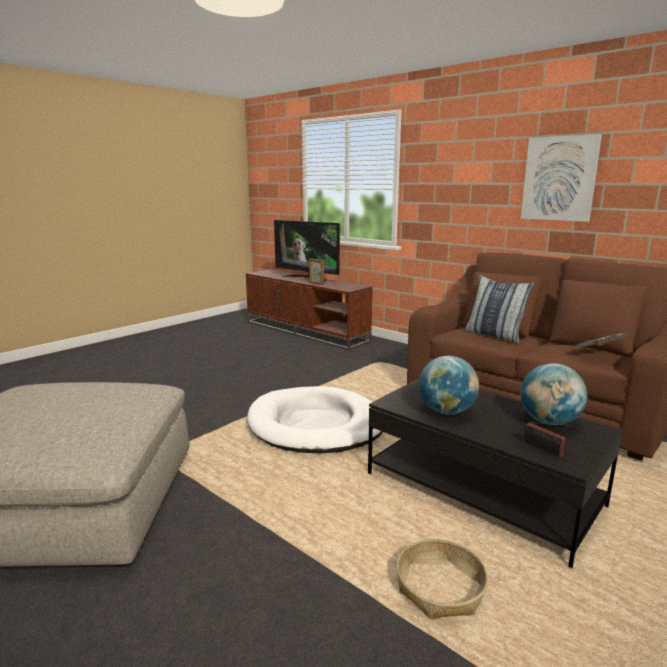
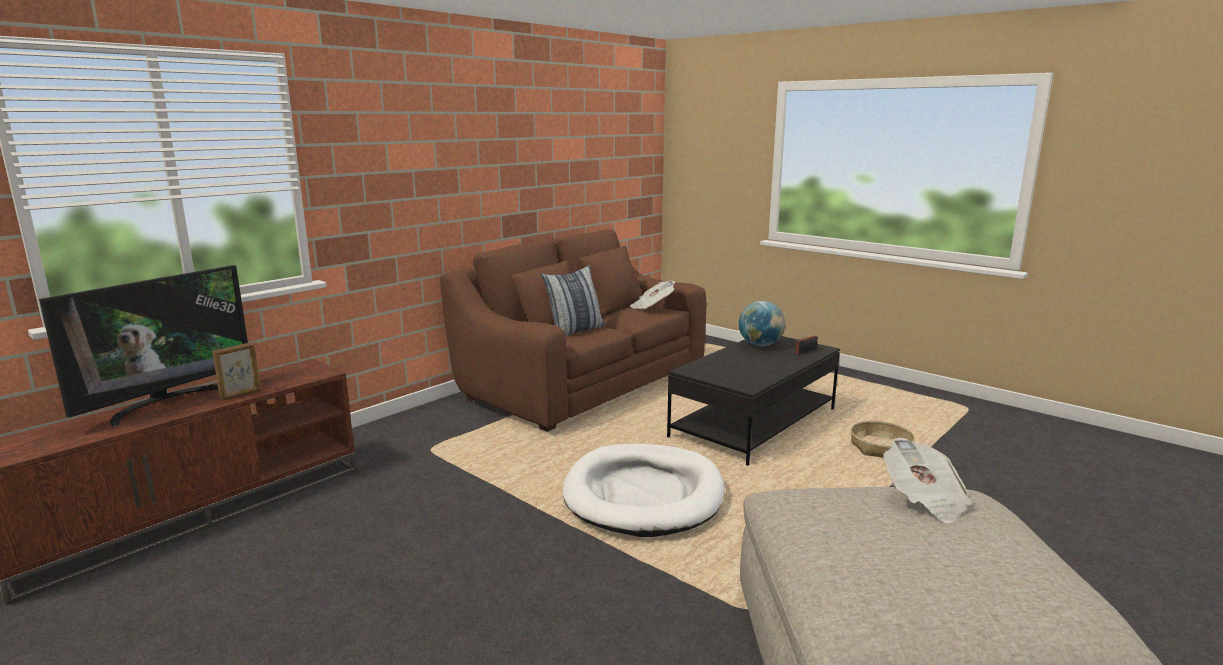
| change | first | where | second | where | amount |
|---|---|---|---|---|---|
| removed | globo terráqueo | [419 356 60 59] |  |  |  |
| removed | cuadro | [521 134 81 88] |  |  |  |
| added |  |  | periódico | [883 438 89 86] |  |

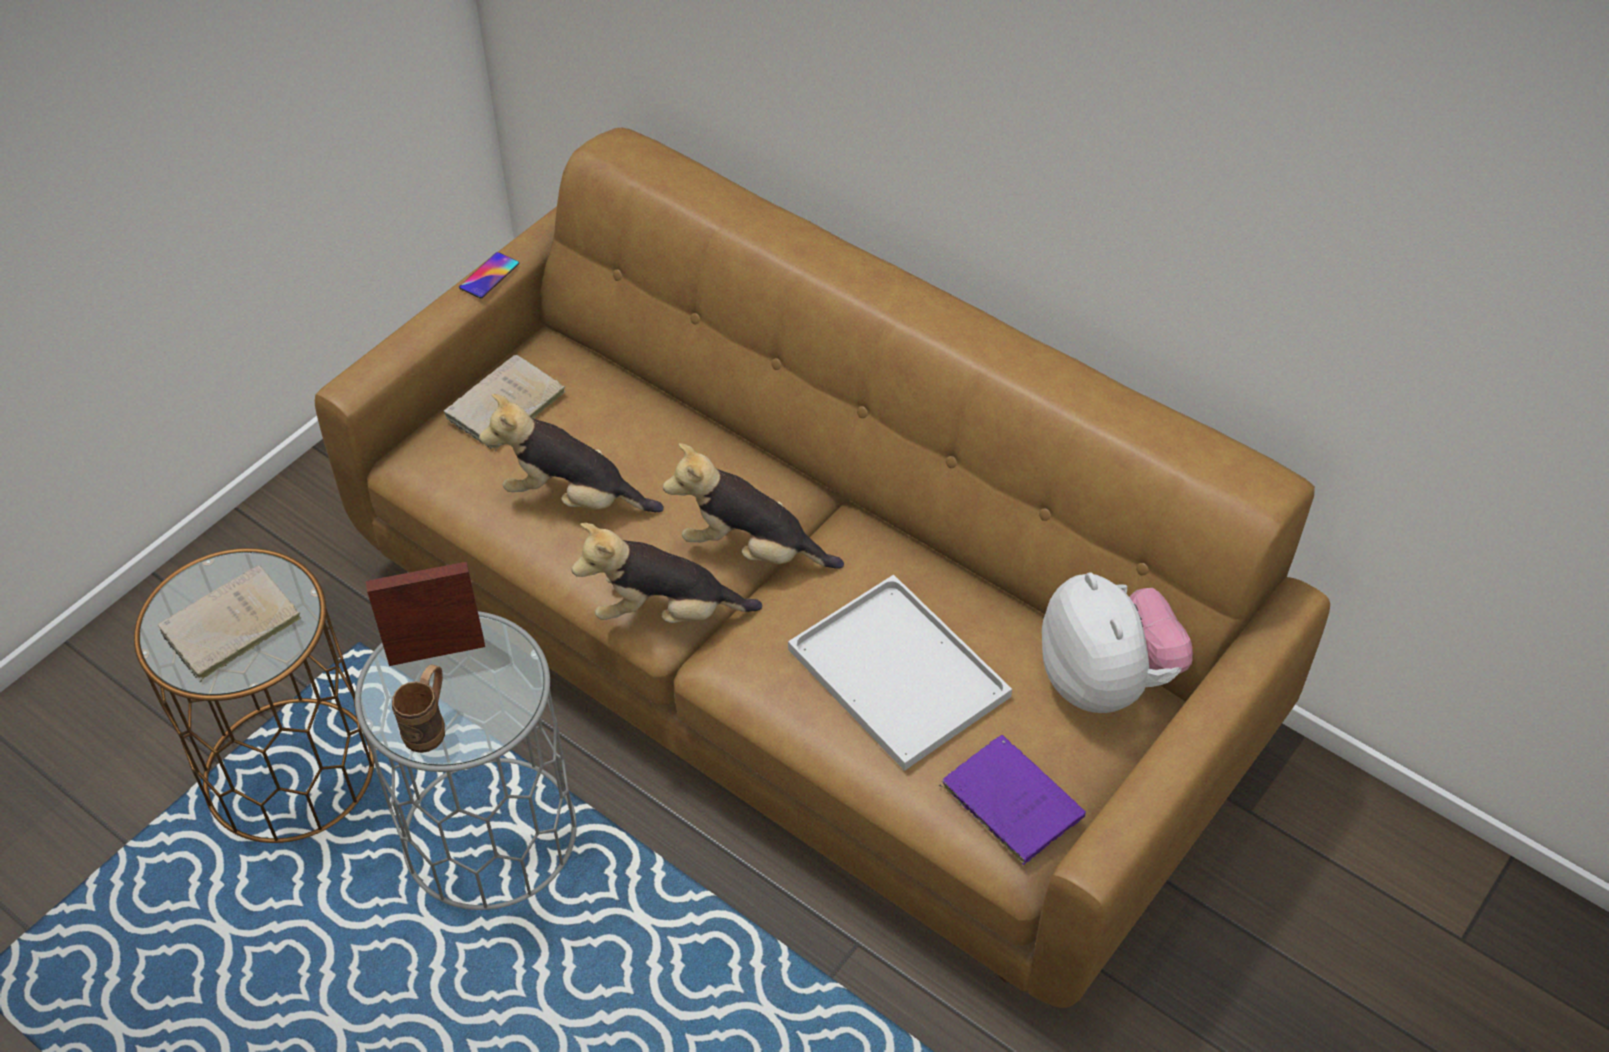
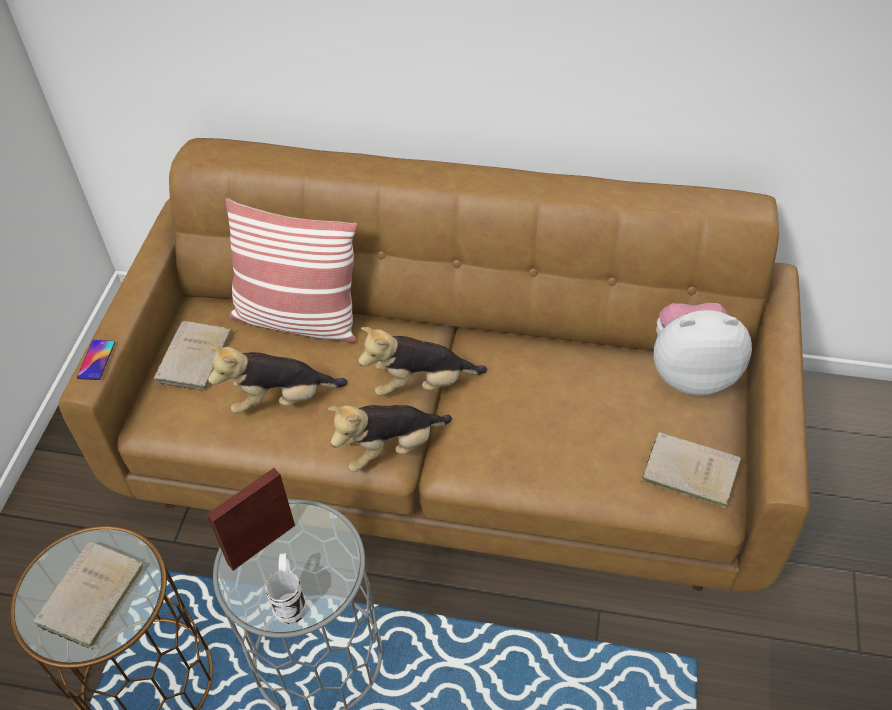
| change | first | where | second | where | amount |
|---|---|---|---|---|---|
| removed | bandeja [blanco] | [788 575 224 196] |  |  |  |
| added |  |  | cojín | [225 198 133 145] |  |
| moved | móvil | [459 252 60 46] |  | [77 340 38 40] |  |
| recoloured | taza grande [marrón] | [392 664 53 89] | taza grande [blanco] | [266 553 41 71] |  |
| recoloured | libro [morado] | [938 735 148 130] | libro [beis] | [641 432 100 76] |  |
| turned | peluche | [1042 572 151 141] |  | [653 303 99 93] | 45 degrees counterclockwise |

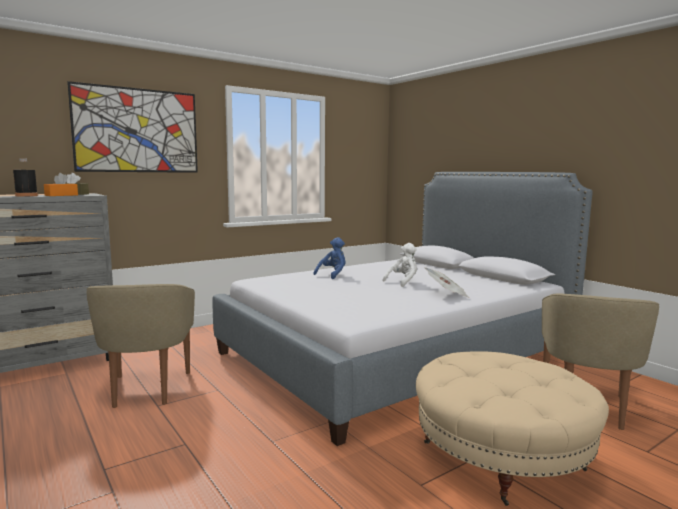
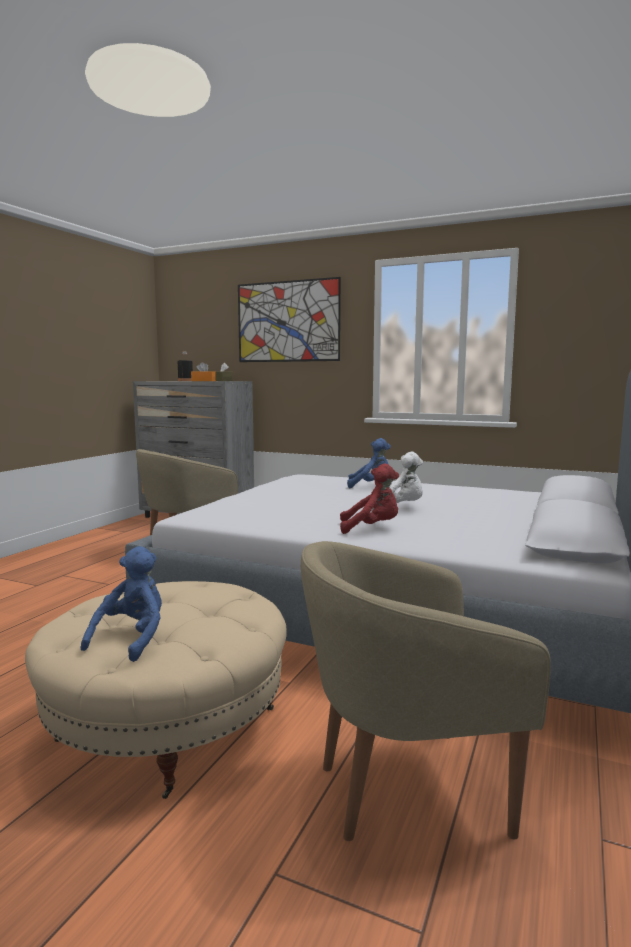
| change | first | where | second | where | amount |
|---|---|---|---|---|---|
| added |  |  | peluche [azul] | [81 546 81 116] |  |
| replaced | periódico | [424 267 45 31] | peluche [rojo] | [340 464 59 70] |  |

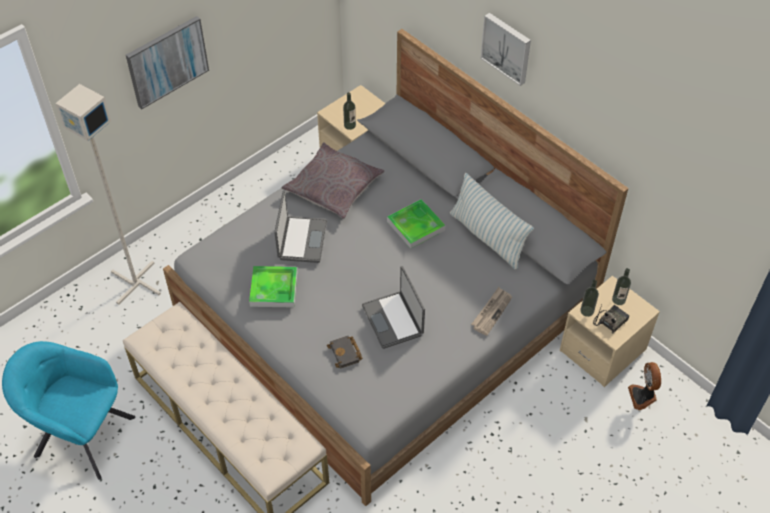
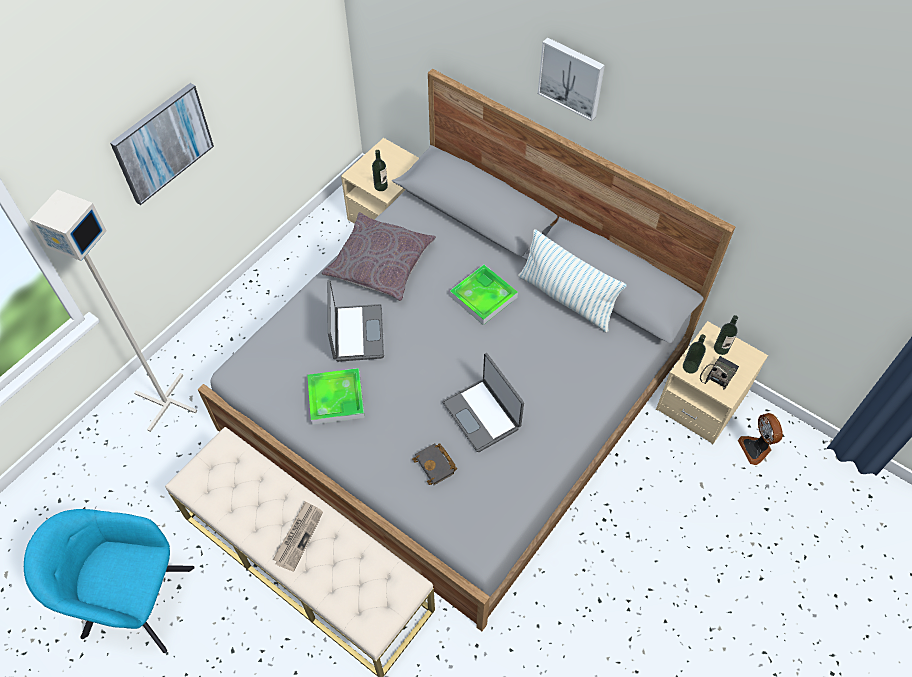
| change | first | where | second | where | amount |
|---|---|---|---|---|---|
| moved | periódico | [471 287 41 49] |  | [273 501 50 71] |  |

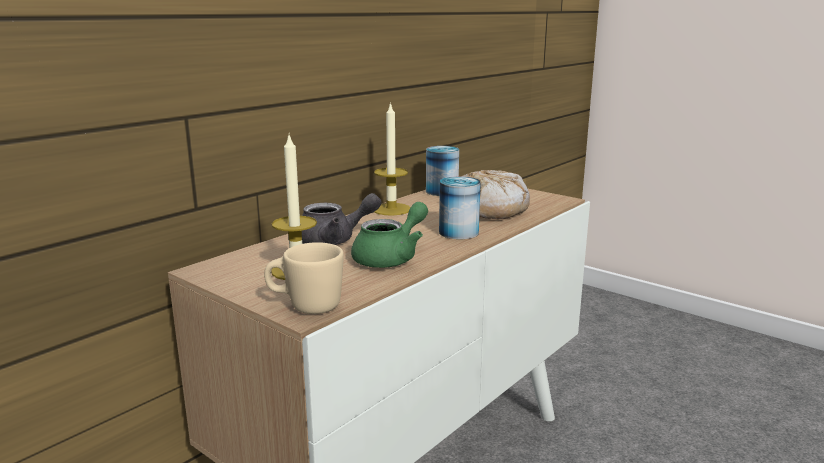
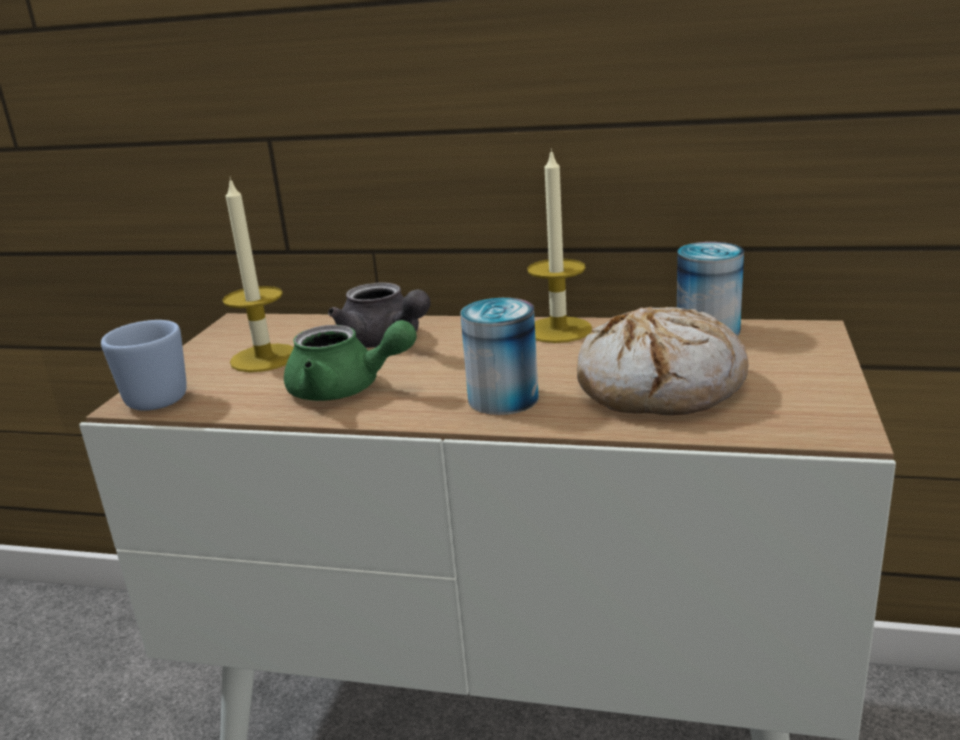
| change | first | where | second | where | amount |
|---|---|---|---|---|---|
| recoloured | taza grande [beis] | [264 242 80 72] | taza grande [azul] | [101 320 86 91] |  |

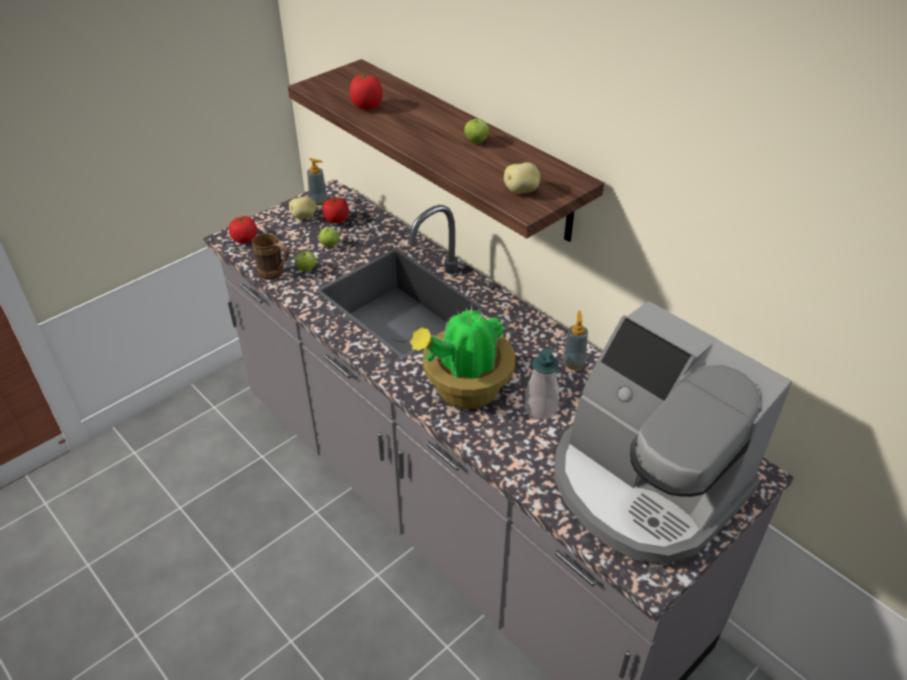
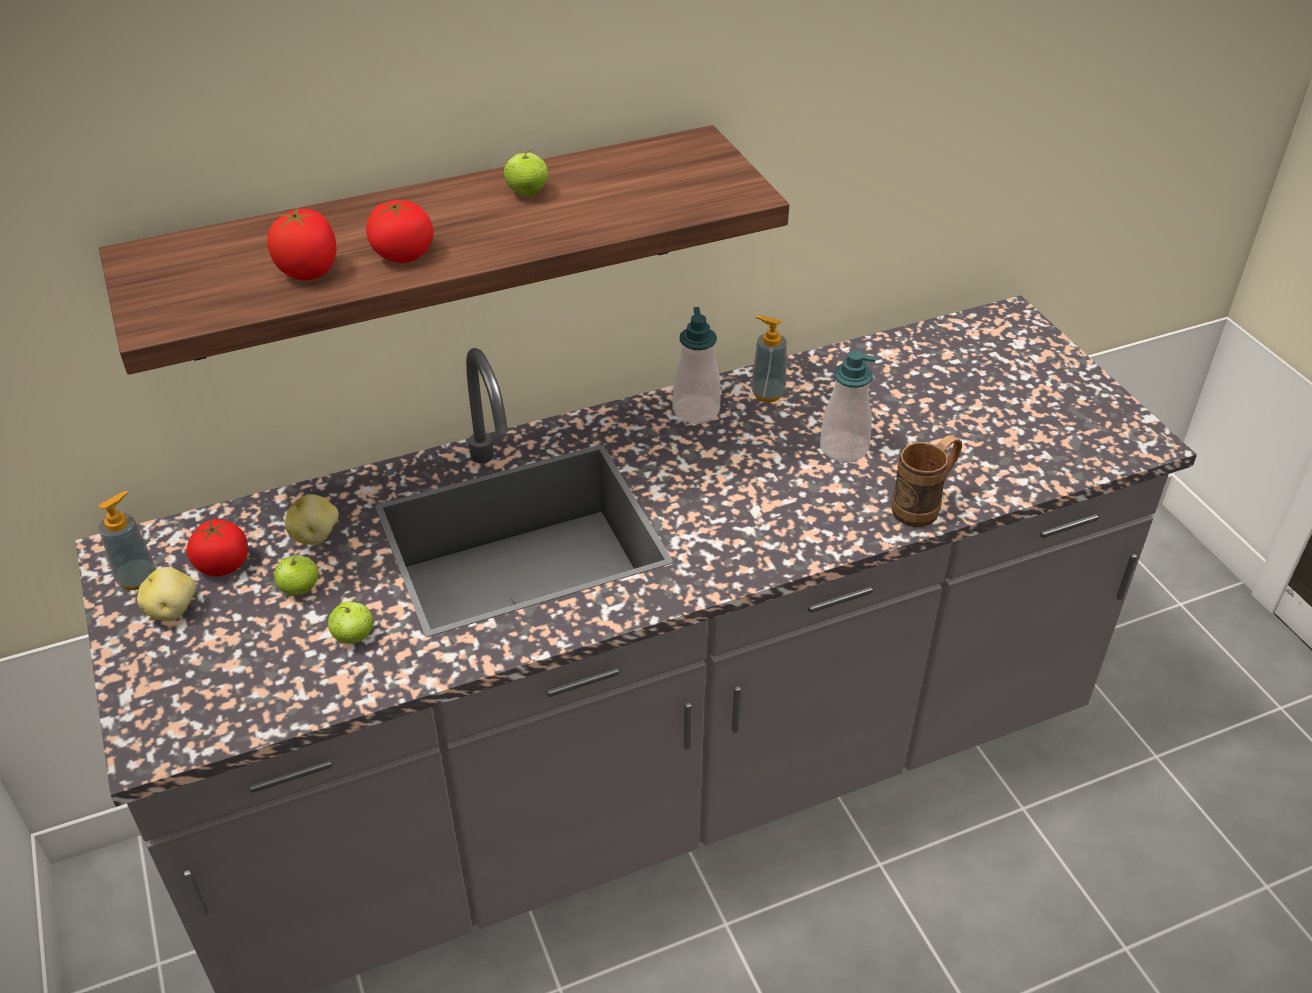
| change | first | where | second | where | amount |
|---|---|---|---|---|---|
| removed | planta en maceta | [410 305 105 104] |  |  |  |
| removed | cafetera | [554 301 238 264] |  |  |  |
| added |  |  | dispensador de jabón | [672 307 49 117] |  |
| moved | tomate | [229 216 28 27] |  | [366 199 68 64] |  |
| moved | taza grande [marrón] | [252 233 37 47] |  | [892 435 70 92] |  |
| moved | patata | [504 162 36 32] |  | [285 494 54 51] |  |

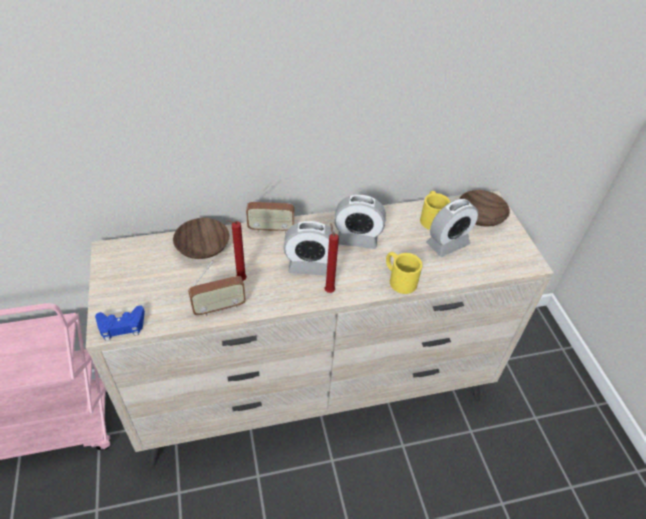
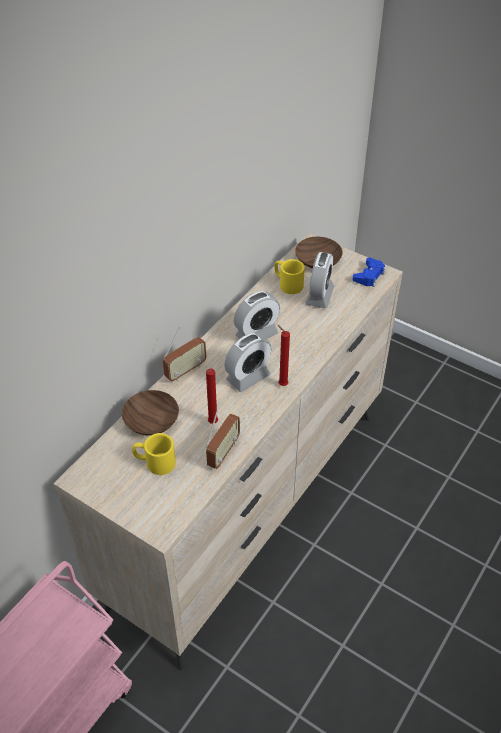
| change | first | where | second | where | amount |
|---|---|---|---|---|---|
| moved | mando de consola [azul] | [95 305 50 36] |  | [352 258 33 29] |  |
| moved | taza grande [amarillo] | [386 252 37 42] |  | [132 433 44 42] |  |

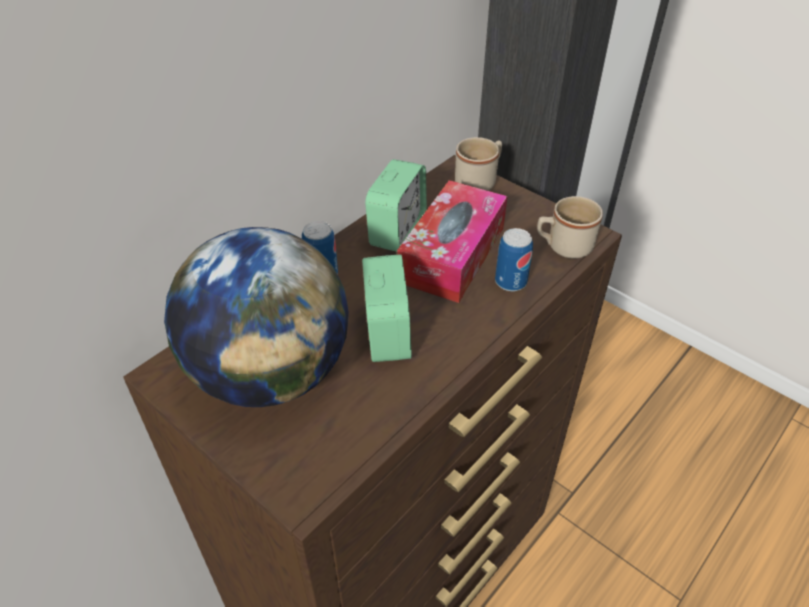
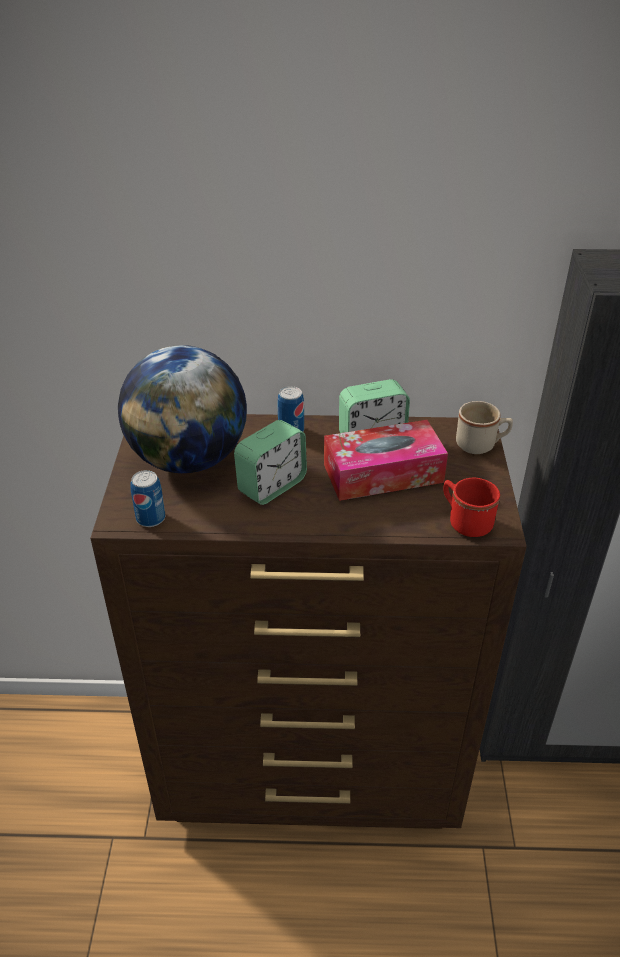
| change | first | where | second | where | amount |
|---|---|---|---|---|---|
| moved | lata | [495 228 38 63] |  | [130 470 35 57] |  |
| recoloured | taza grande [beis] | [537 196 66 63] | taza grande [rojo] | [443 478 57 59] |  |

